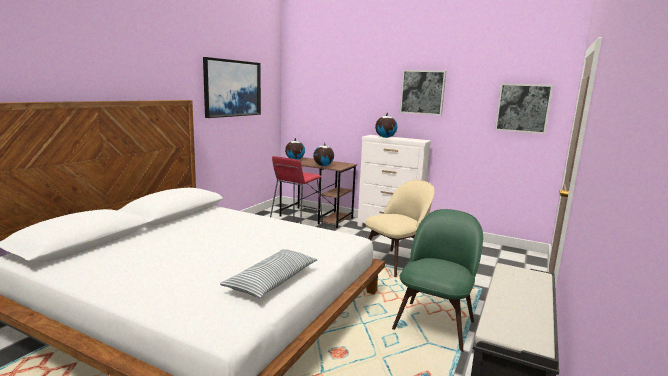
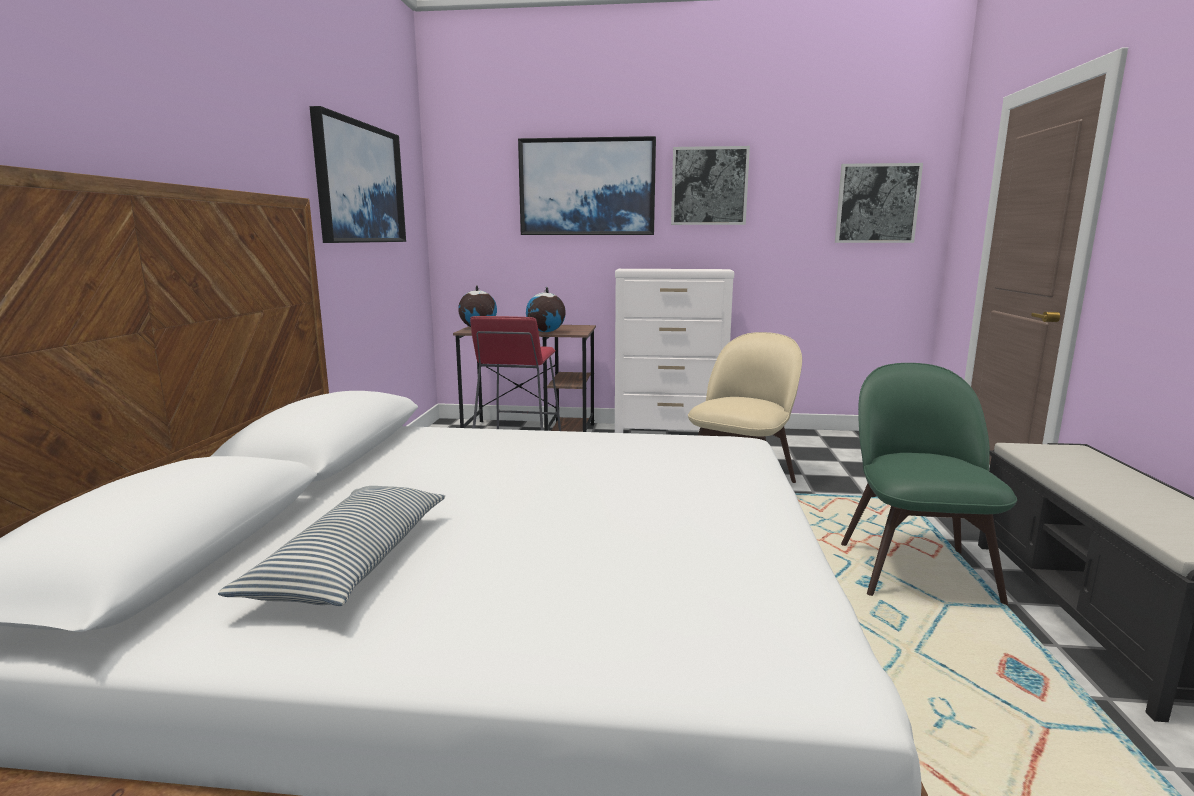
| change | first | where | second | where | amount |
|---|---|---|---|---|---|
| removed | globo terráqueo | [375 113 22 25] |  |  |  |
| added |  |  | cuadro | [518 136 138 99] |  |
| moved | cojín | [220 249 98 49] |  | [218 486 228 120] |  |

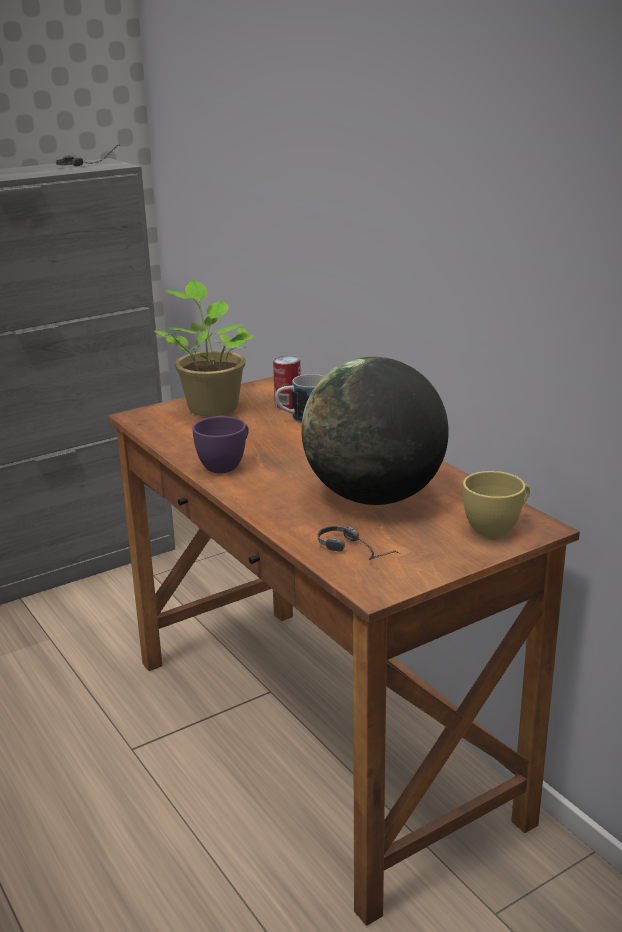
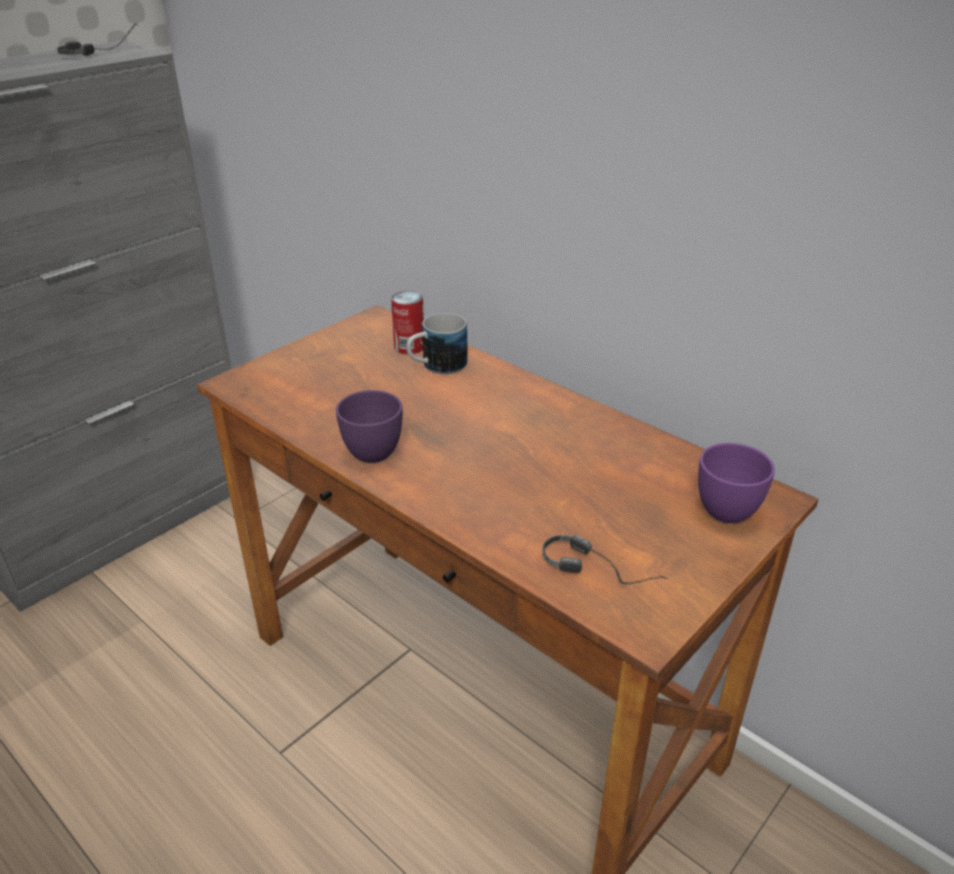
| change | first | where | second | where | amount |
|---|---|---|---|---|---|
| removed | planta en maceta | [154 280 101 137] |  |  |  |
| removed | globo terráqueo | [301 357 148 148] |  |  |  |
| recoloured | taza [amarillo] | [463 471 67 67] | taza [morado] | [698 443 77 80] |  |

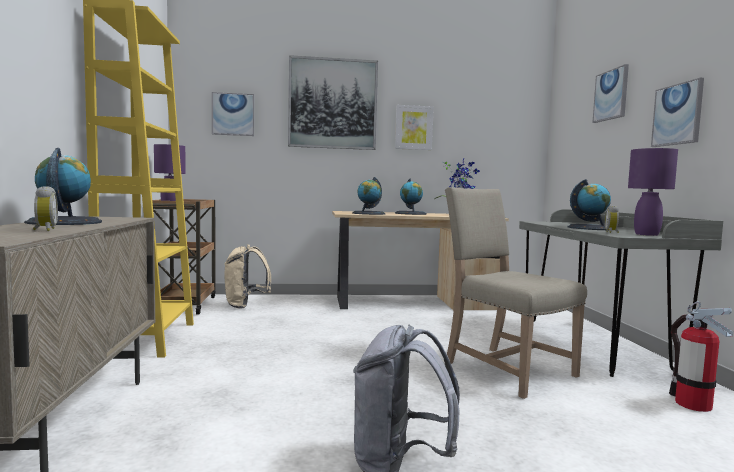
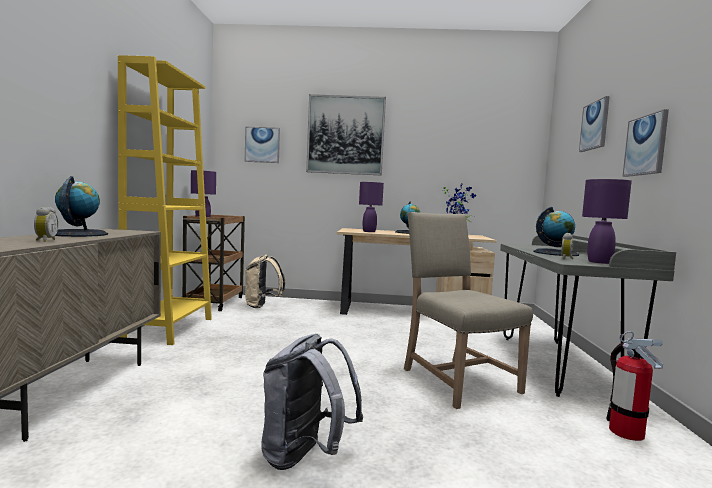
| change | first | where | second | where | amount |
|---|---|---|---|---|---|
| removed | cuadro | [395 105 39 45] |  |  |  |
| replaced | globo terráqueo | [352 177 34 38] | lámpara de mesa [morado] | [359 182 25 50] |  |

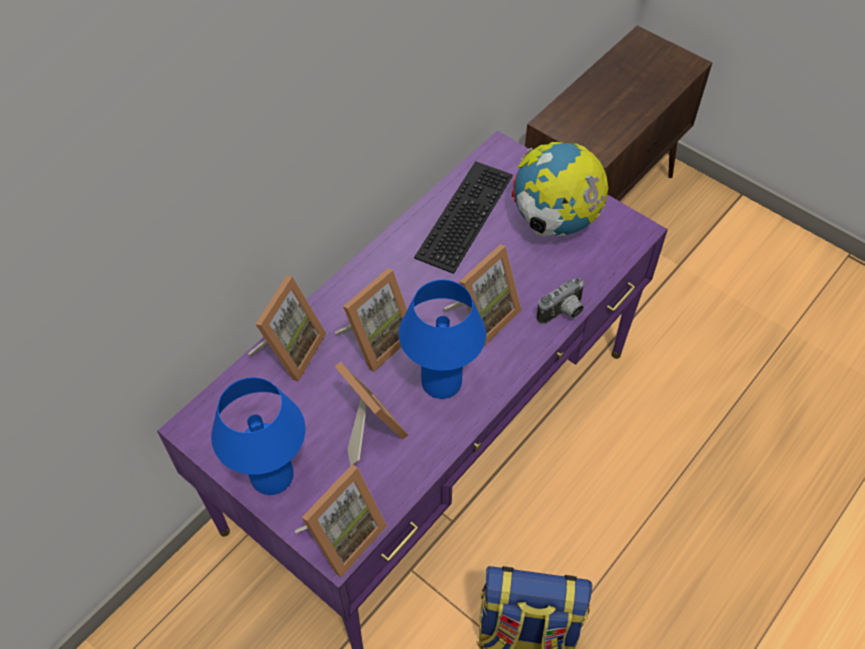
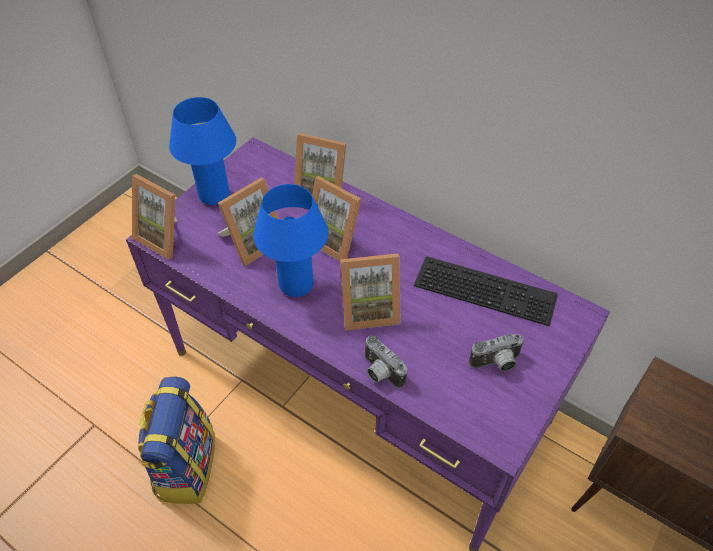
| change | first | where | second | where | amount |
|---|---|---|---|---|---|
| replaced | globo terráqueo | [512 142 96 95] | cámara | [469 333 55 39] |  |
| turned | portarretratos | [443 244 79 102] |  | [340 253 61 78] | 45 degrees counterclockwise |

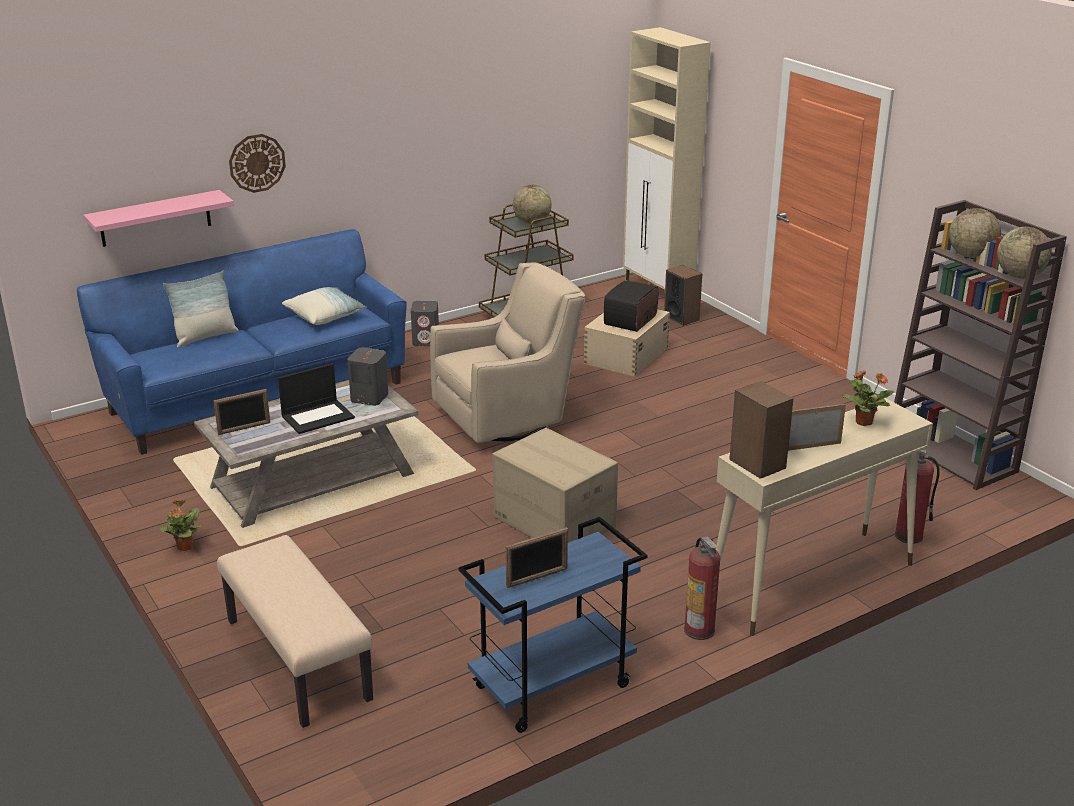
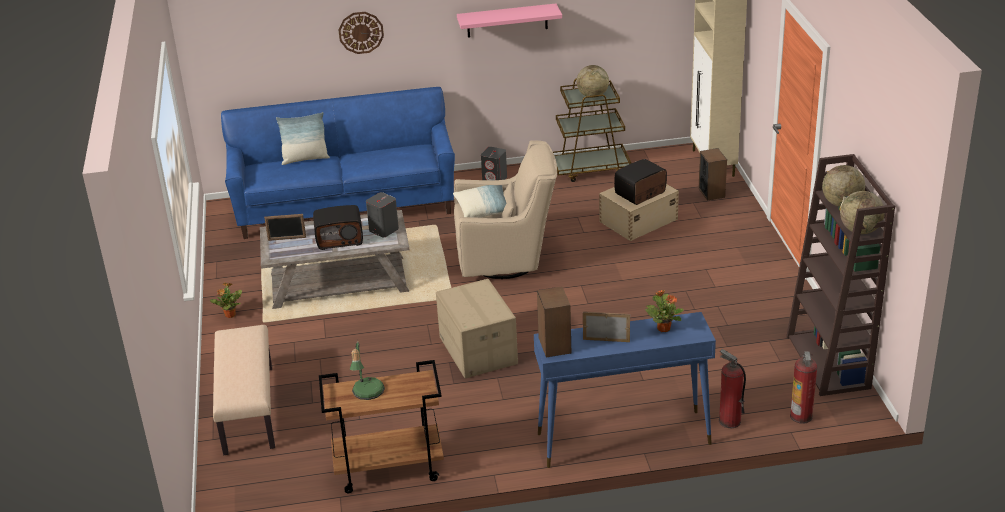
| change | first | where | second | where | amount |
|---|---|---|---|---|---|
| moved | estante [rosa] | [84 190 150 57] |  | [457 3 105 35] |  |
| moved | cojín | [282 287 85 38] |  | [453 185 53 33] |  |
| moved | extintor | [684 536 37 104] |  | [790 351 27 73] |  |
| replaced | portátil | [278 363 77 71] | radio | [313 205 50 45] |  |
| replaced | portarretratos | [506 528 62 60] | lámpara de mesa | [350 340 35 60] |  |
| recoloured | carrito [azul] | [459 517 189 216] | carrito [marrón] | [319 360 125 133] |  |
| recoloured | mesa consola [beis] | [716 398 217 238] | mesa consola [azul] | [534 312 182 156] |  |

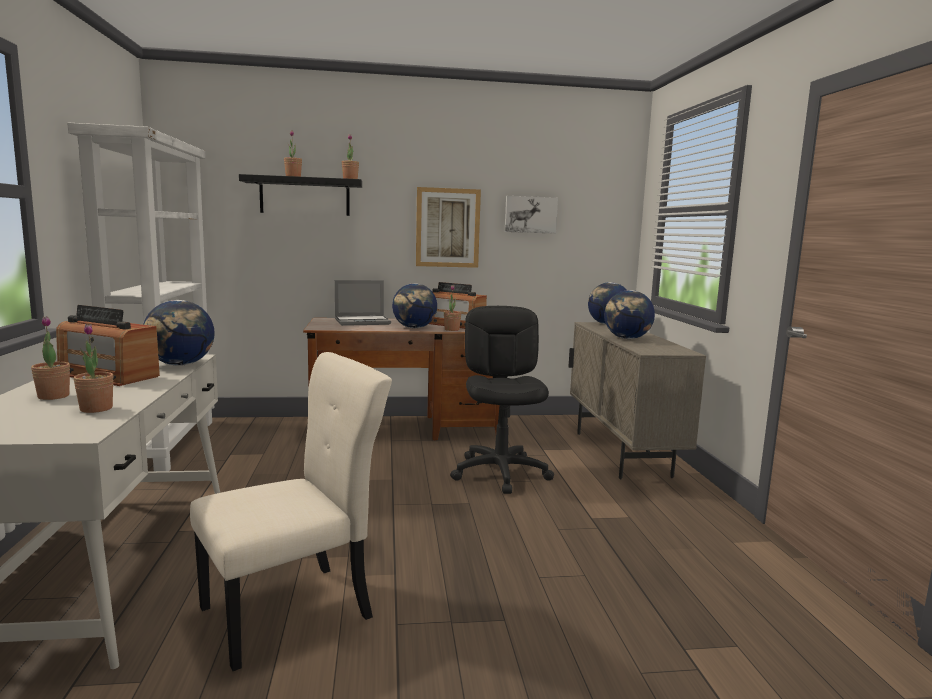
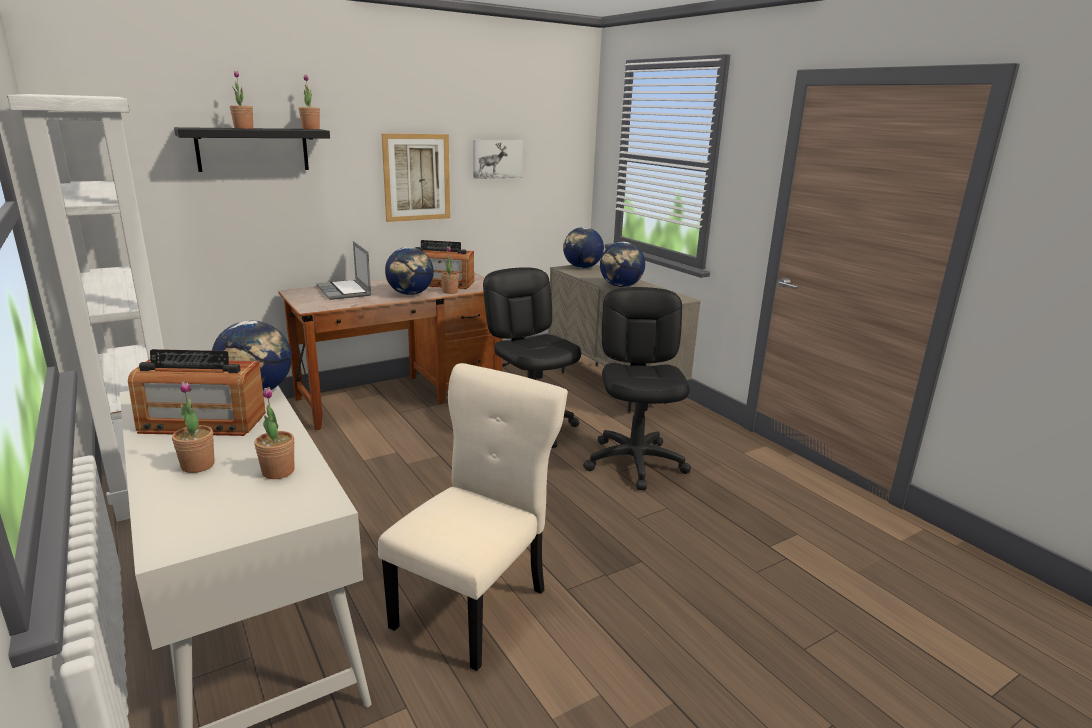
| change | first | where | second | where | amount |
|---|---|---|---|---|---|
| added |  |  | silla de oficina [negro] | [583 287 108 203] |  |
| turned | portátil | [335 280 56 46] |  | [316 241 55 59] | 105 degrees clockwise |

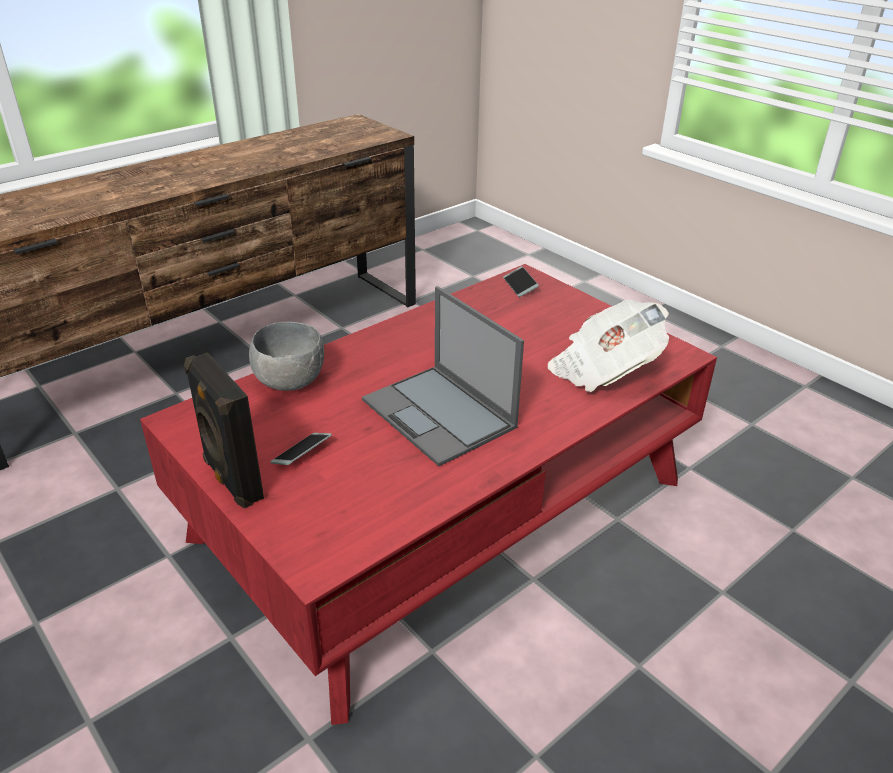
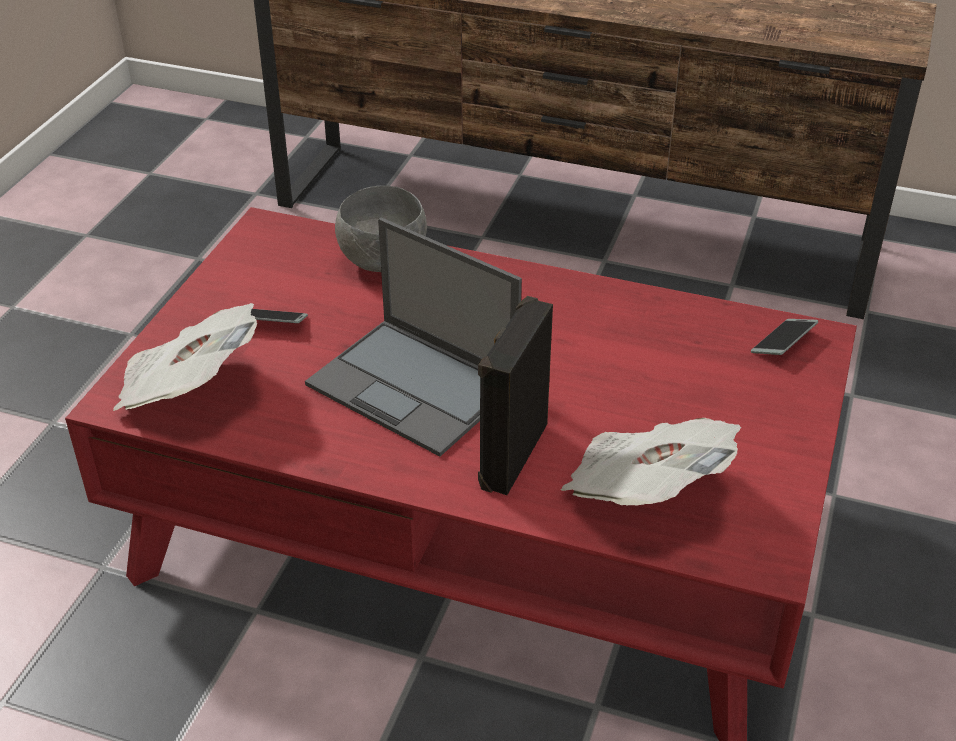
| change | first | where | second | where | amount |
|---|---|---|---|---|---|
| added |  |  | periódico | [113 303 144 108] |  |
| moved | altavoz [negro] | [184 352 80 157] |  | [478 296 75 199] |  |
| turned | portátil | [362 286 162 180] |  | [305 217 217 240] | 75 degrees counterclockwise |

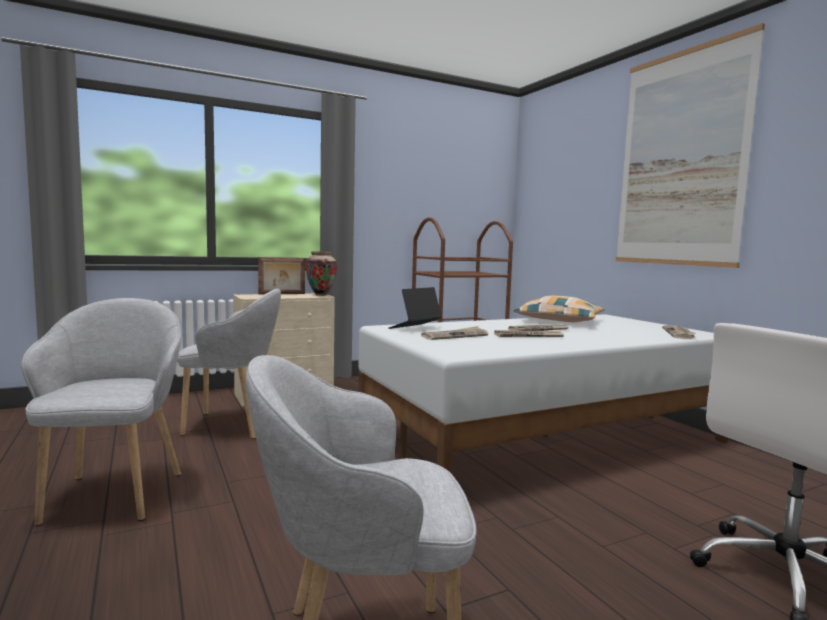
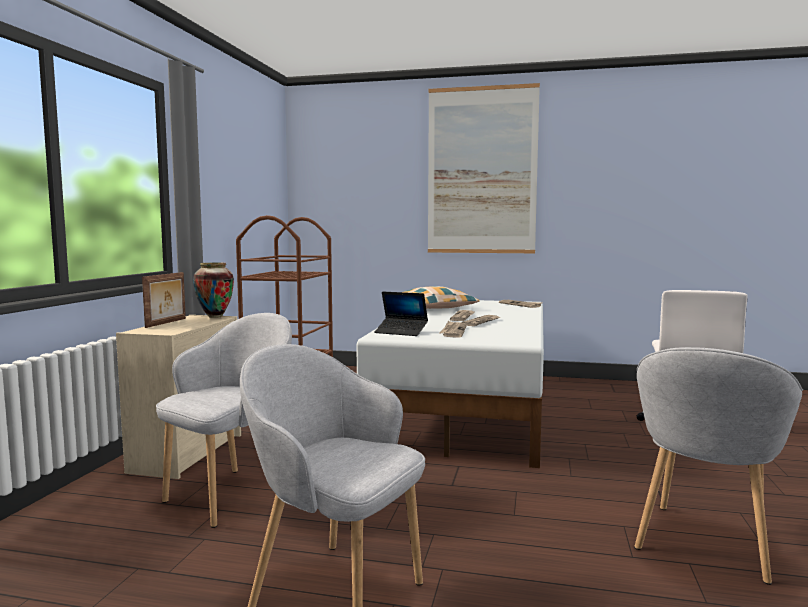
| change | first | where | second | where | amount |
|---|---|---|---|---|---|
| turned | portátil | [388 287 54 42] |  | [374 291 54 45] | 60 degrees counterclockwise |

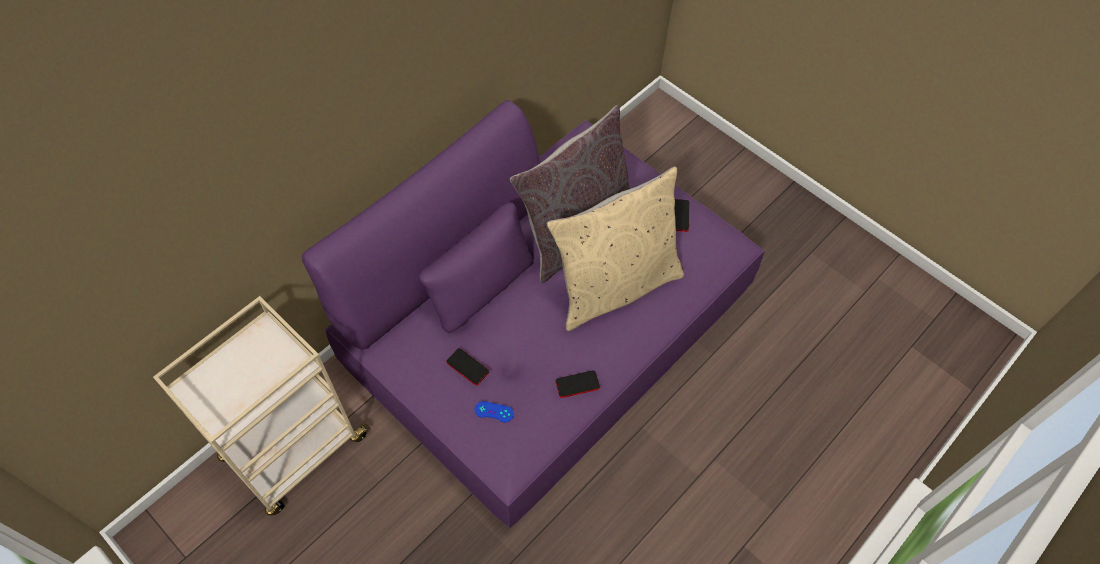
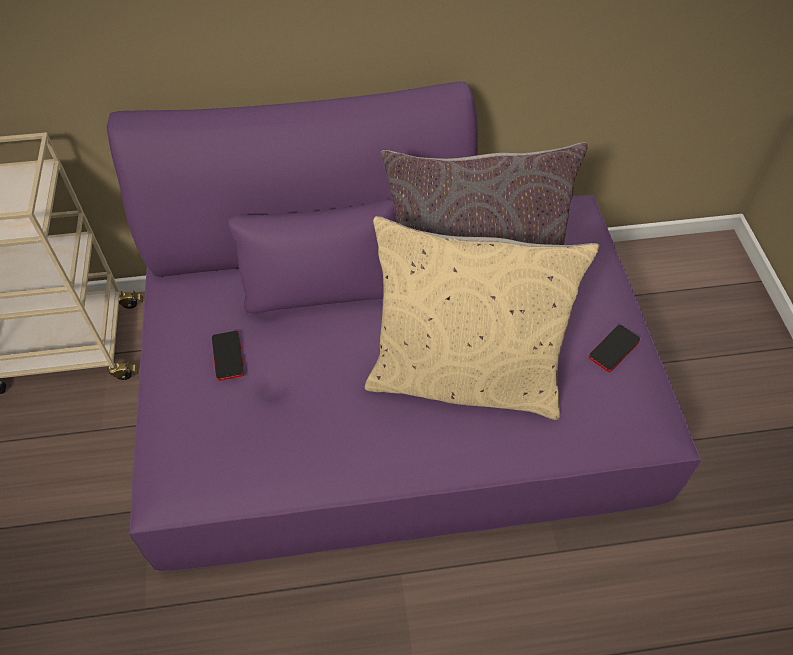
| change | first | where | second | where | amount |
|---|---|---|---|---|---|
| removed | mando de consola [azul] | [474 401 40 21] |  |  |  |
| removed | móvil | [555 370 45 28] |  |  |  |

